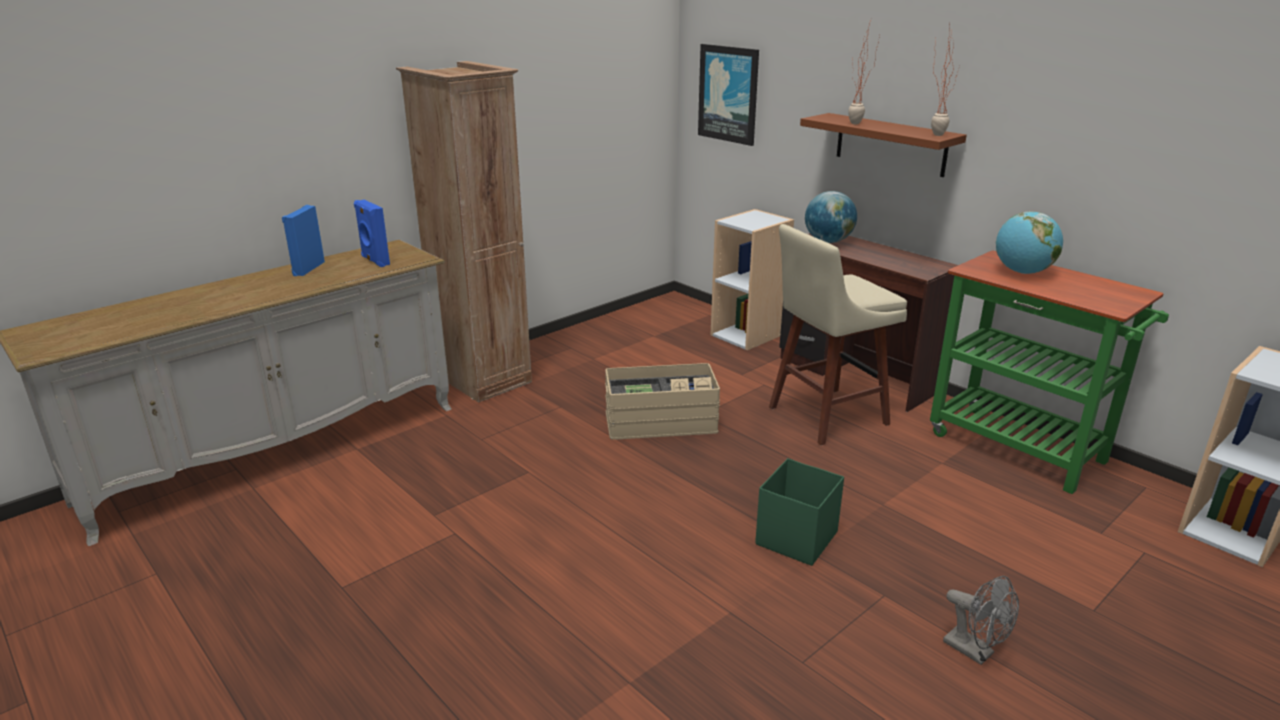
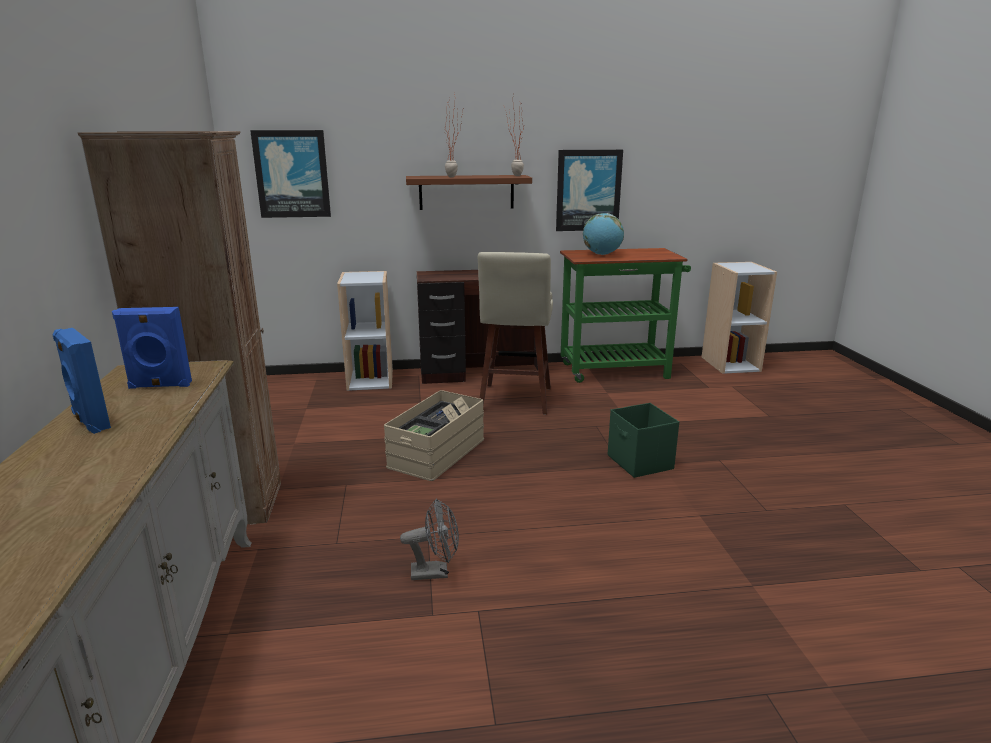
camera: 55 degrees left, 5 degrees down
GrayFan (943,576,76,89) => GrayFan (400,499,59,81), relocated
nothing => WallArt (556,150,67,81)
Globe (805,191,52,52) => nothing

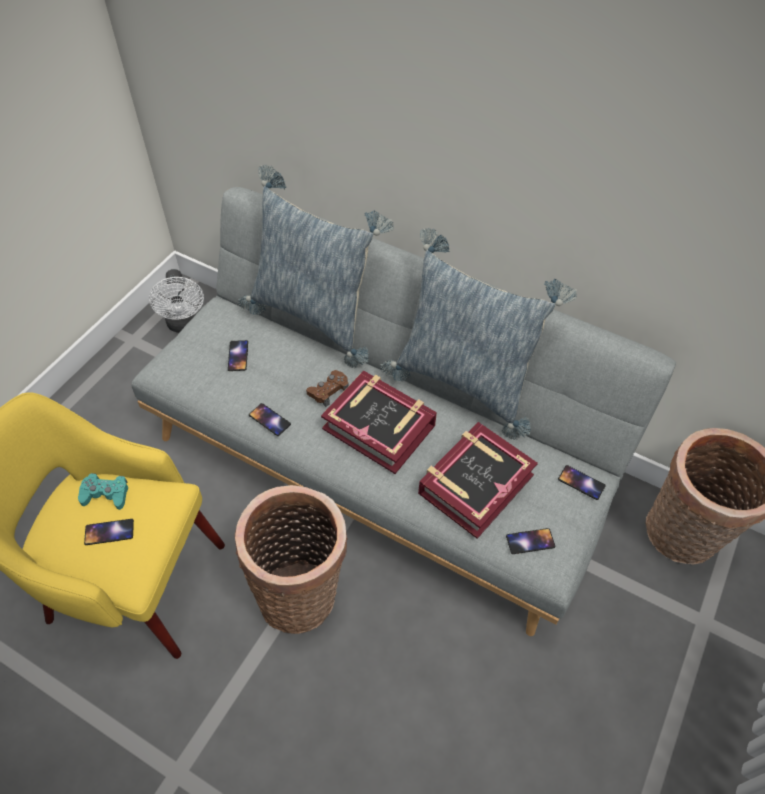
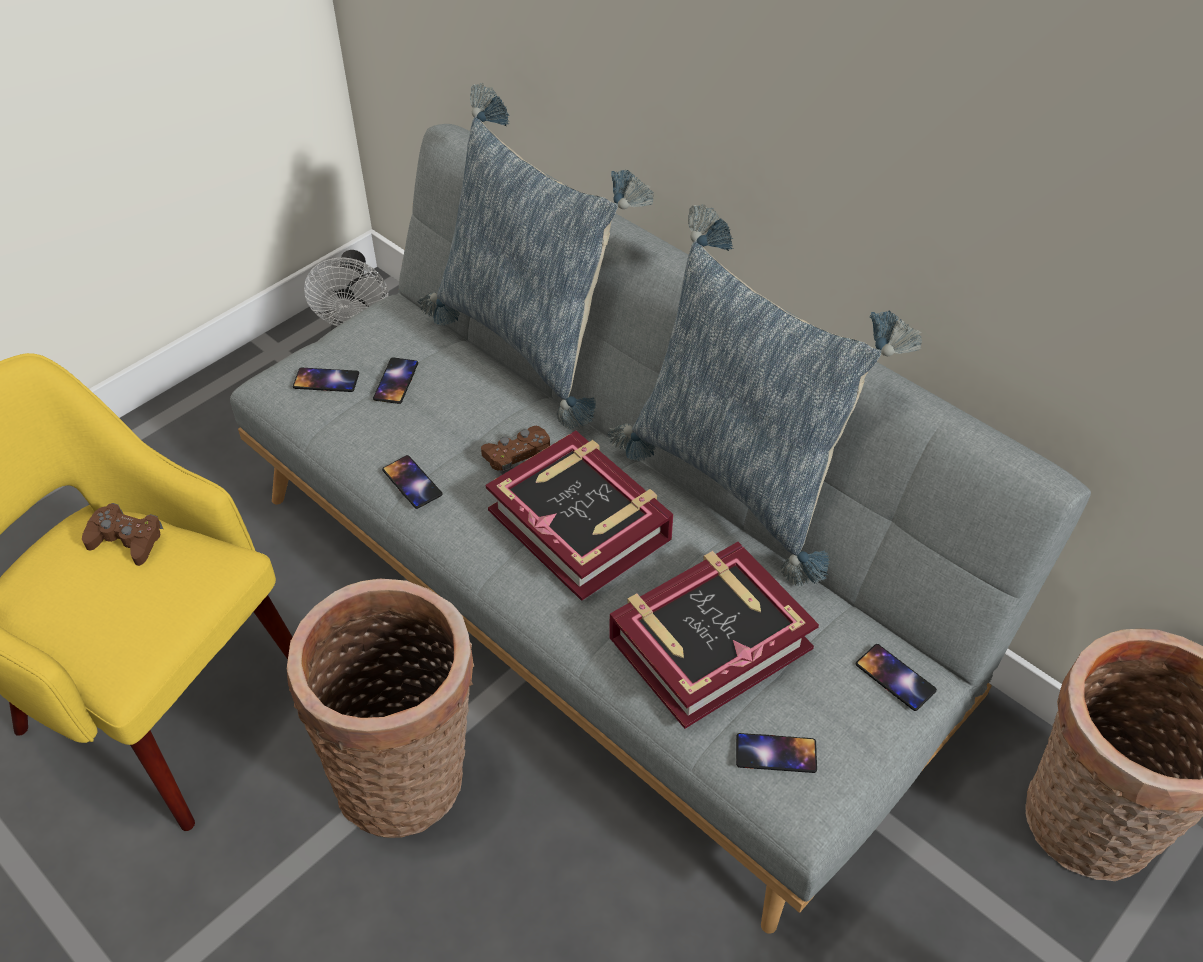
camera: 15 degrees right, 5 degrees down
TurquoiseGamepad (78,473,50,37) => BrownishGamepad (82,503,81,63)
Handset (84,519,50,26) => Handset (293,368,66,24), relocated

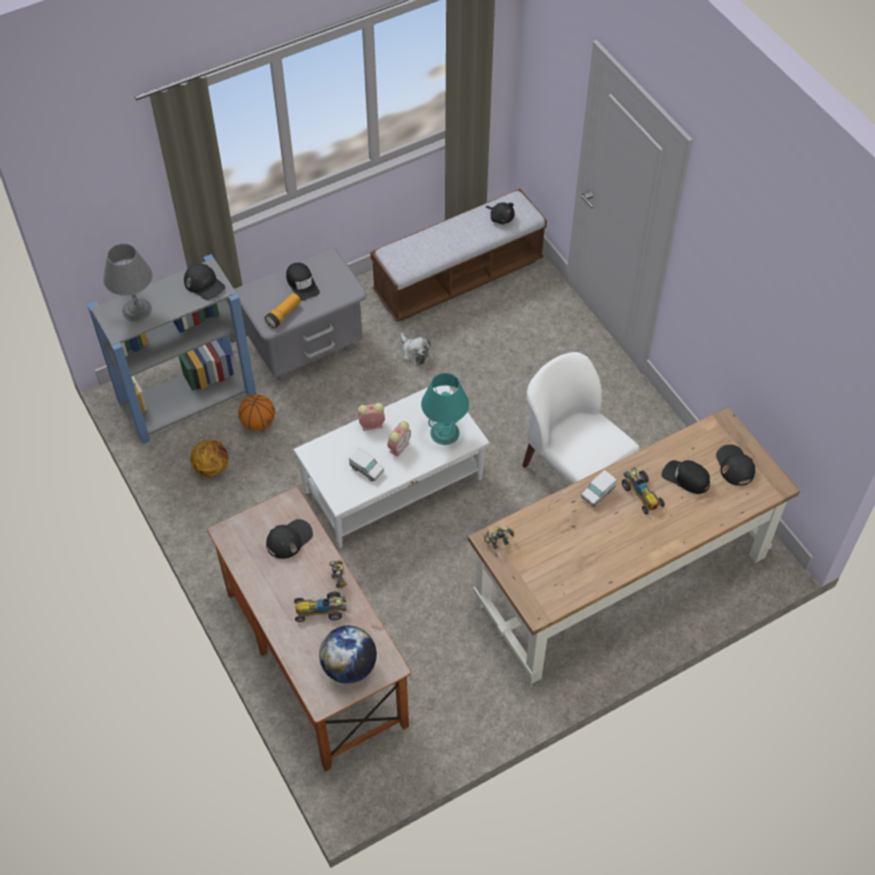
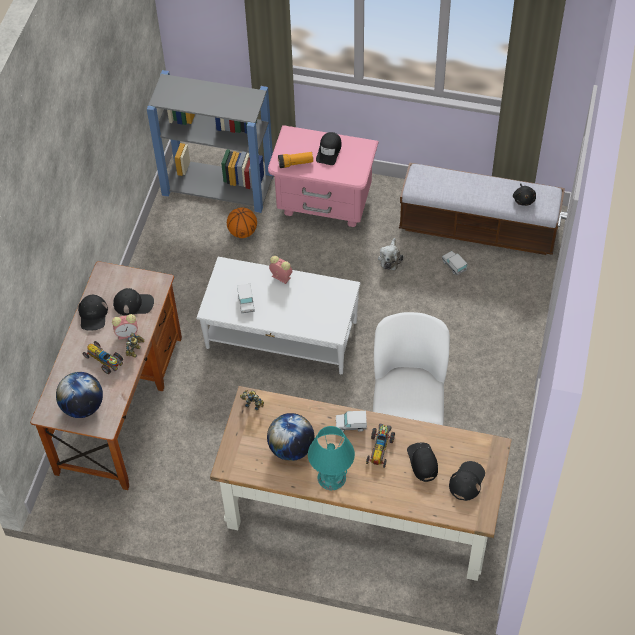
camera: 45 degrees right, 0 degrees up
BlackCap (184,263,41,37) => BlackCap (78,295,30,36), relocated
TableClock (387,421,24,36) => TableClock (112,314,26,26), relocated
nothing => Globe (267,413,47,48)
GrayNightTable (234,247,133,134) => PinkNightTable (268,125,110,102)
TurquoiseLampForATable (421,373,48,72) => TurquoiseLampForATable (308,426,47,64), relocated
nothing => ModelTruck (442,251,25,24)
GrayLampForATable (103,243,50,79) => nothing
BasketballBall (190,440,39,37) => nothing

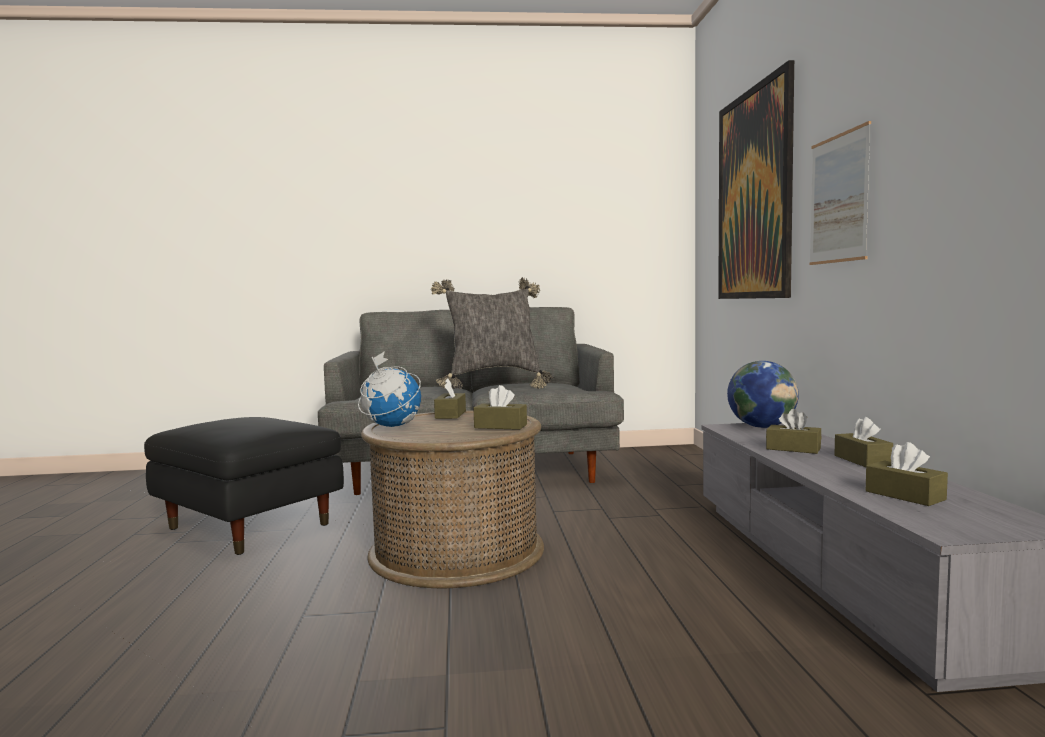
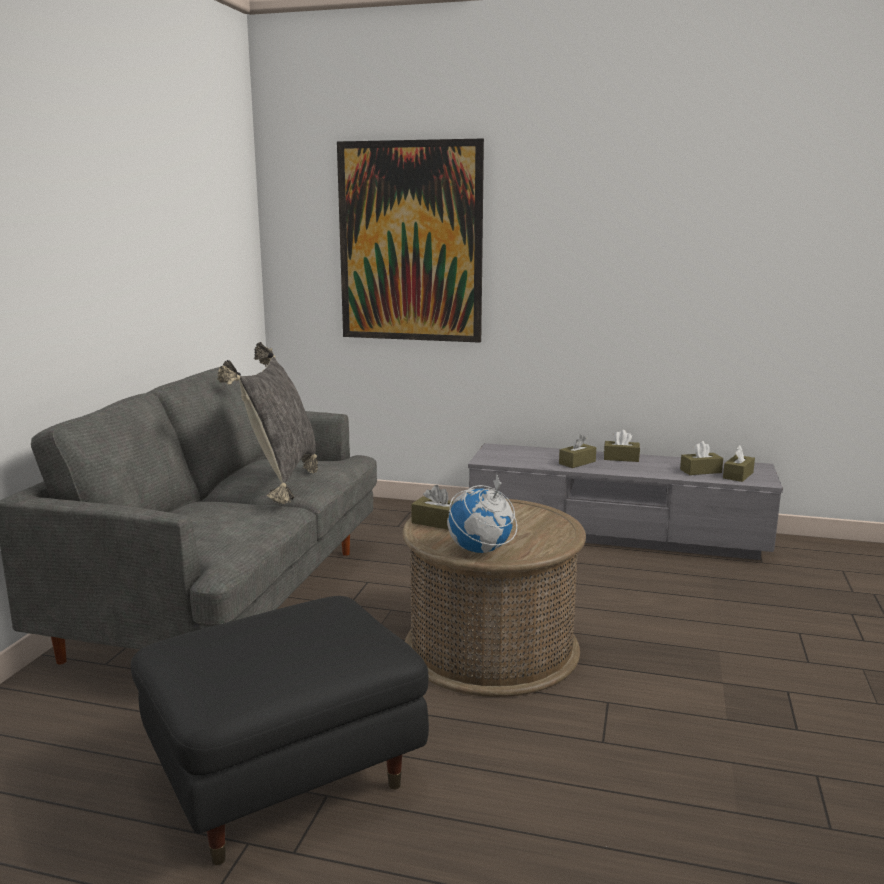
camera: 70 degrees left, 10 degrees up
BrownishTissueBox (474,385,53,45) => BrownishTissueBox (723,445,32,37), relocated
Globe (727,361,72,67) => nothing
WallArt (809,121,62,144) => nothing

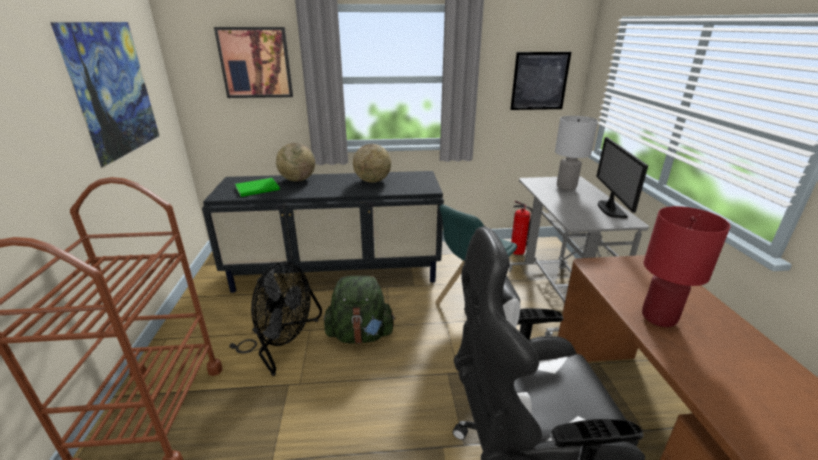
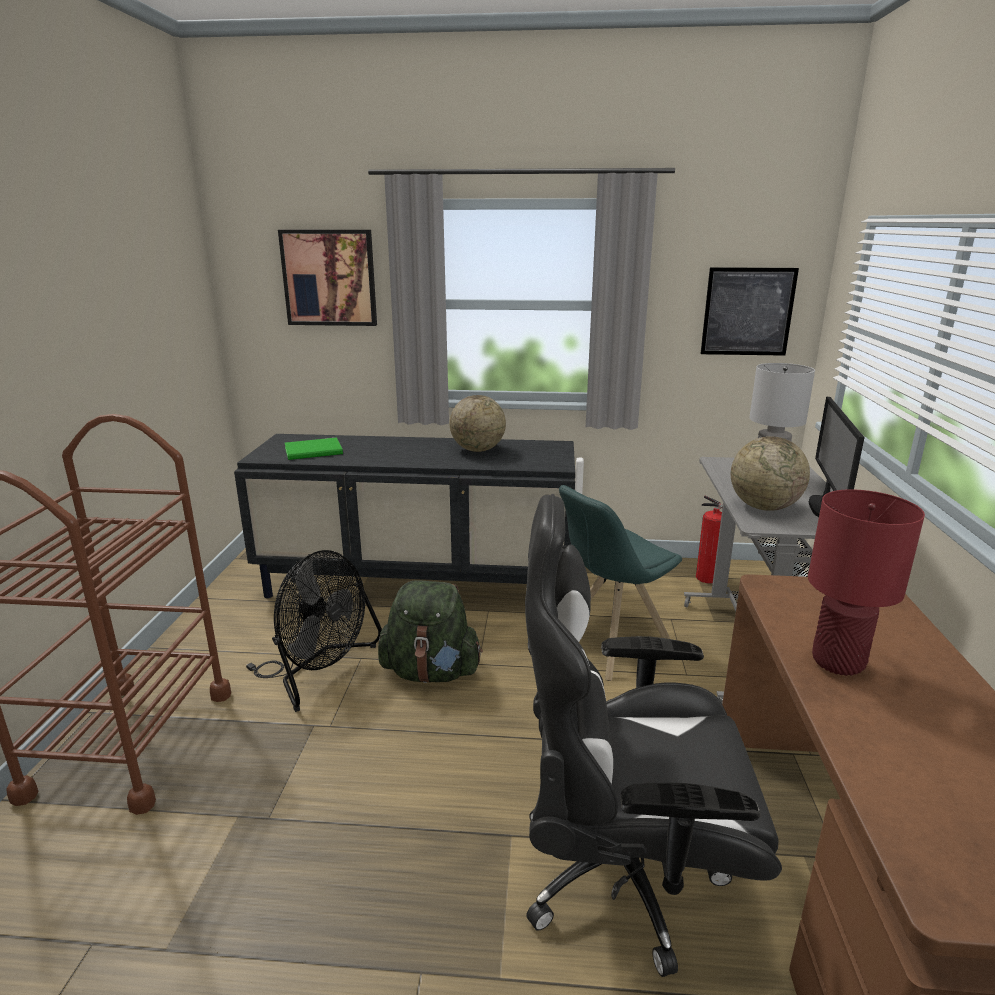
camera: 10 degrees right, 5 degrees down
Globe (276,143,39,38) => Globe (731,437,79,74), relocated
WallArt (50,22,109,146) => nothing

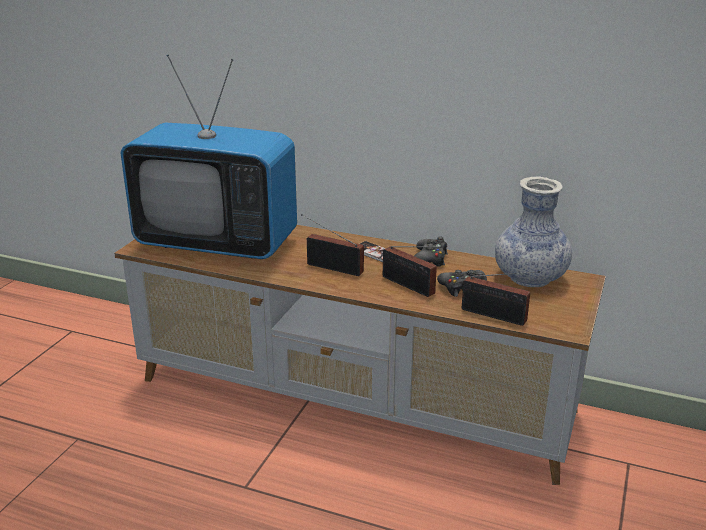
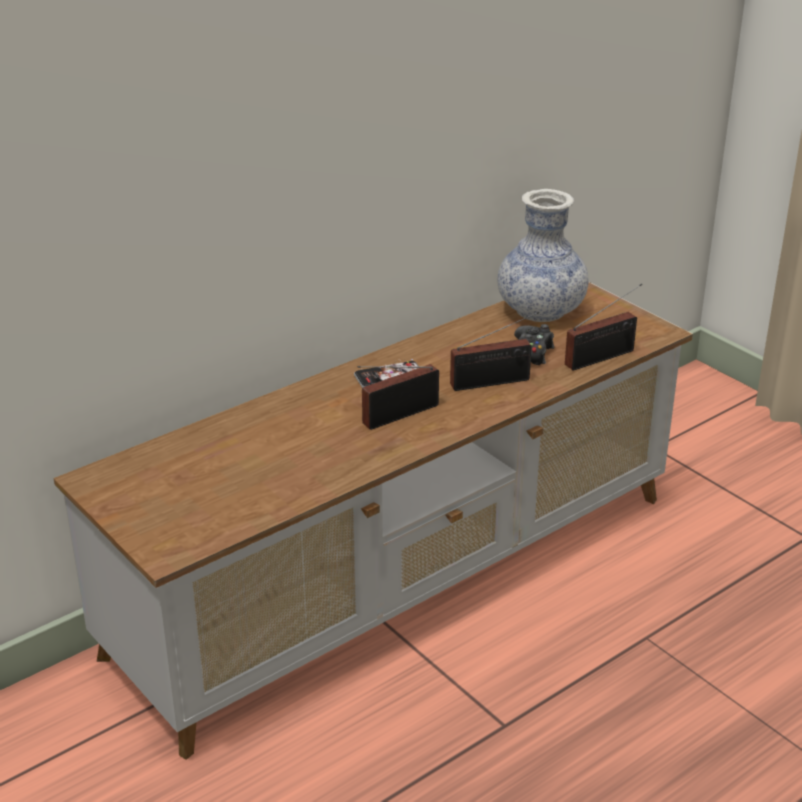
camera: 60 degrees left, 5 degrees up
Tv (121,55,176,204) => nothing
BlackGamepad (414,237,34,30) => nothing

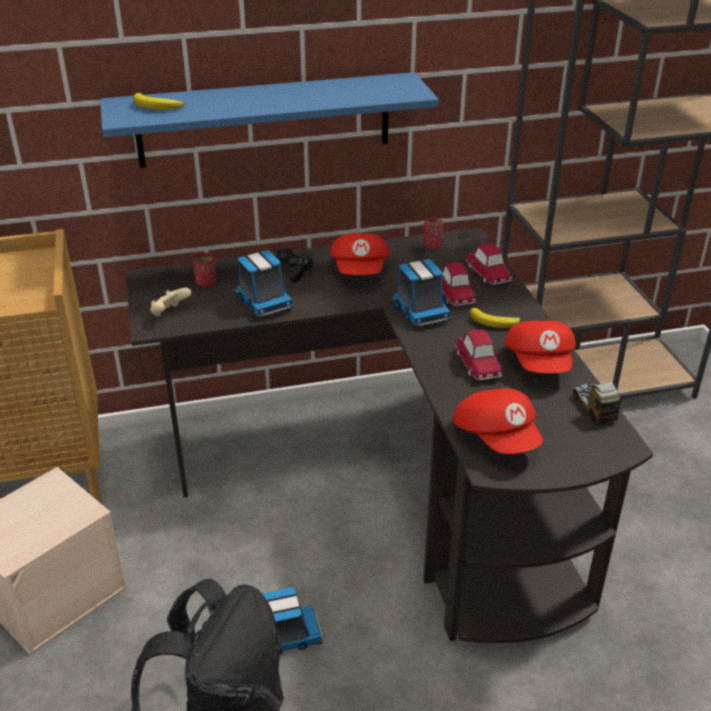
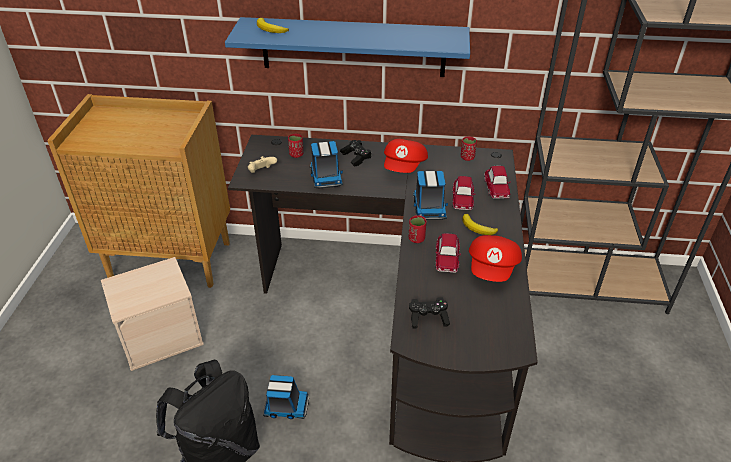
camera: 20 degrees right, 5 degrees up
nothing => RedCup (409,215,18,28)
RedCap (453,388,90,66) => BlackGamepad (409,297,41,32)
ModelTruck (573,381,49,44) => nothing

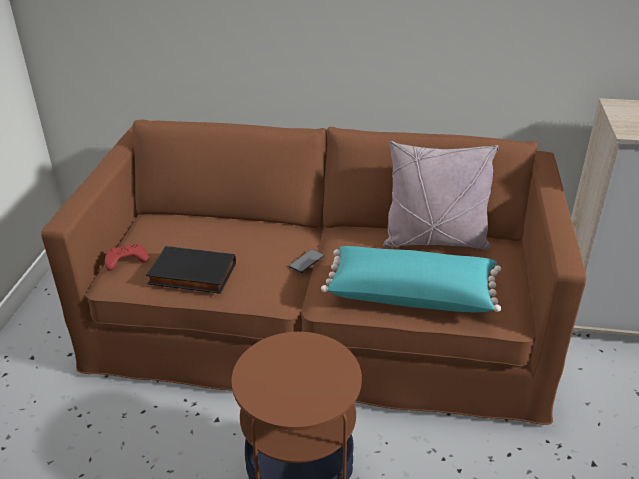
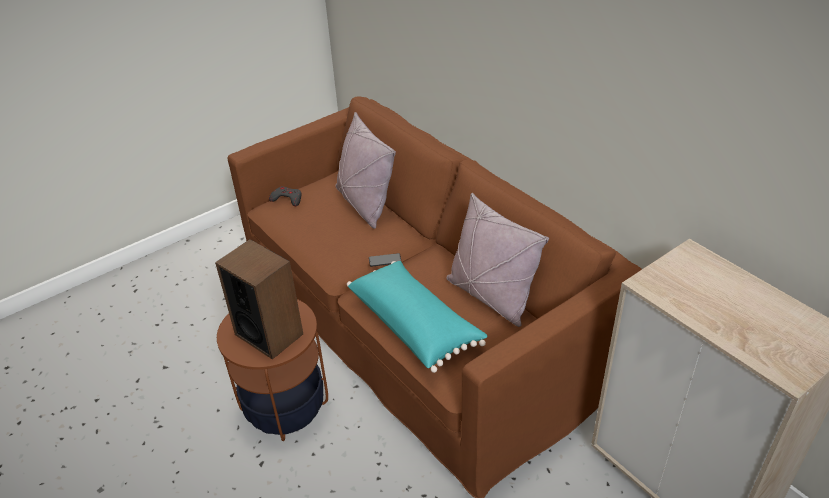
camera: 45 degrees right, 5 degrees up
nothing => Speaker (215,239,88,120)
RedGamepad (105,244,44,26) => GrayGamepad (269,186,33,20)
nothing => PurpleThrowPillow (336,112,60,117)
BlackVolume (146,246,90,48) => nothing

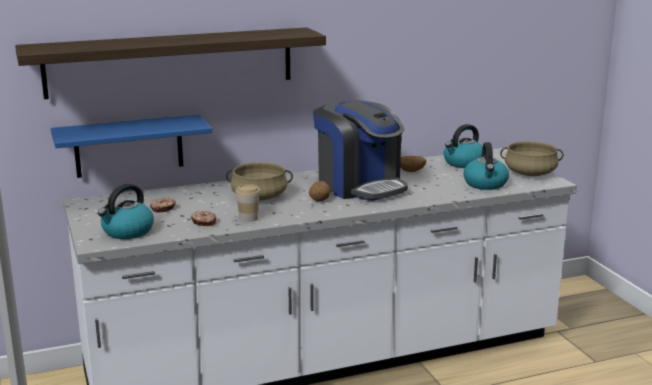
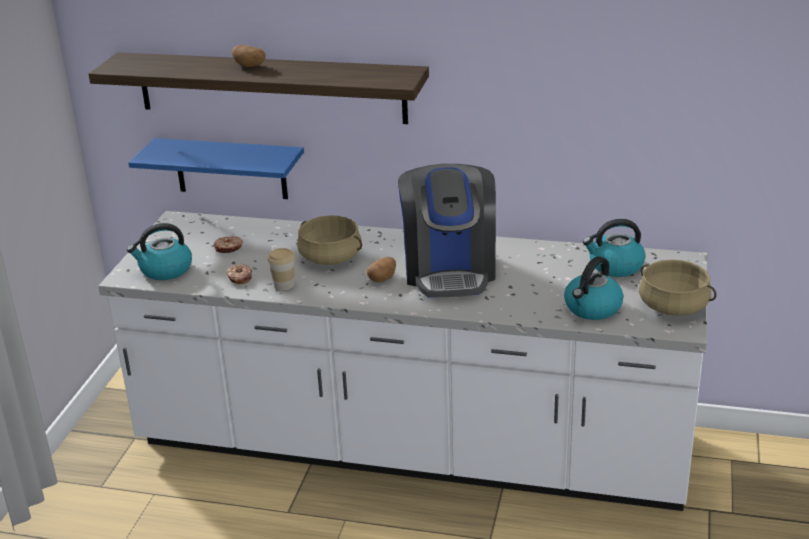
camera: 35 degrees right, 10 degrees up
Potato (400,156,26,16) => Potato (232,45,34,22), relocated

